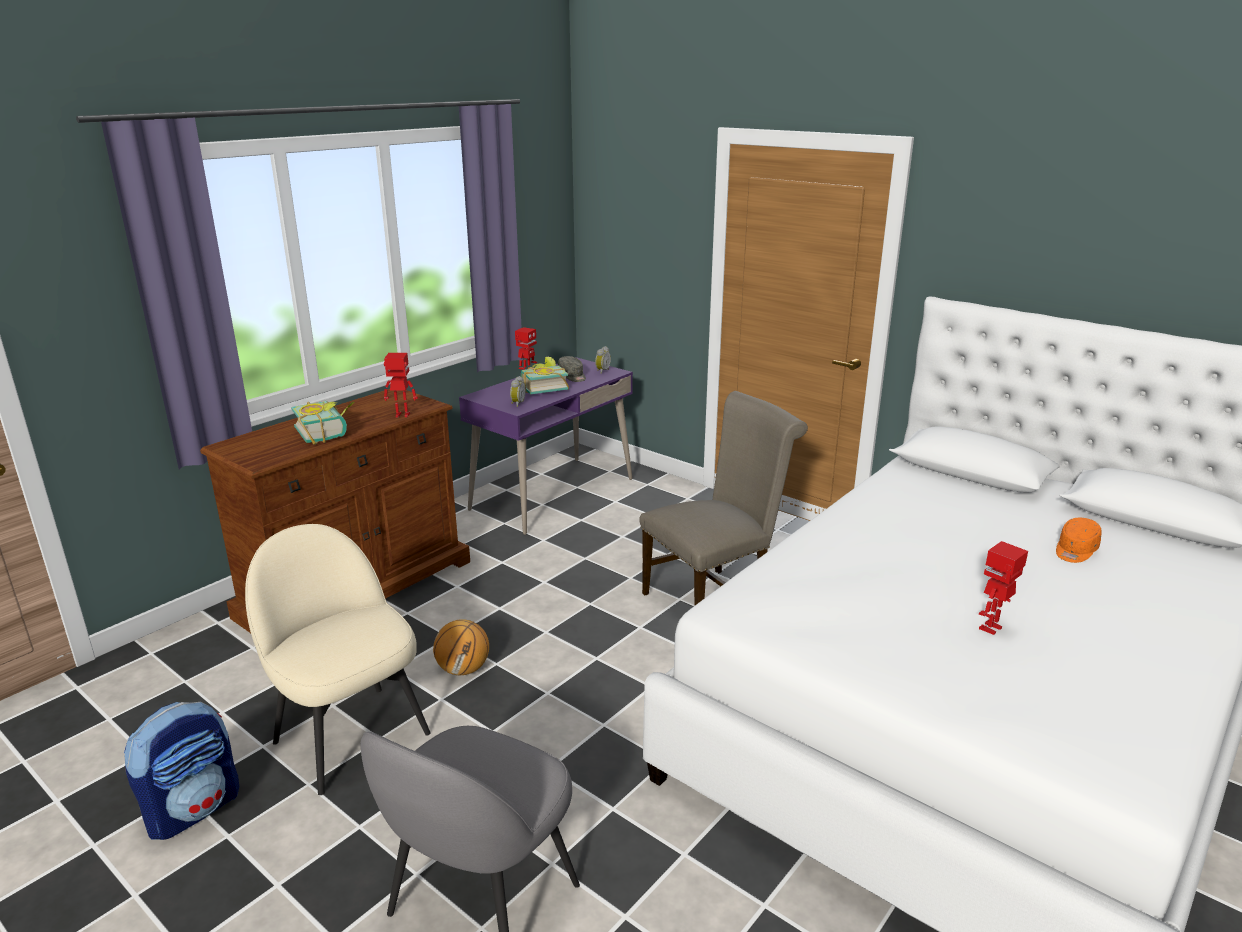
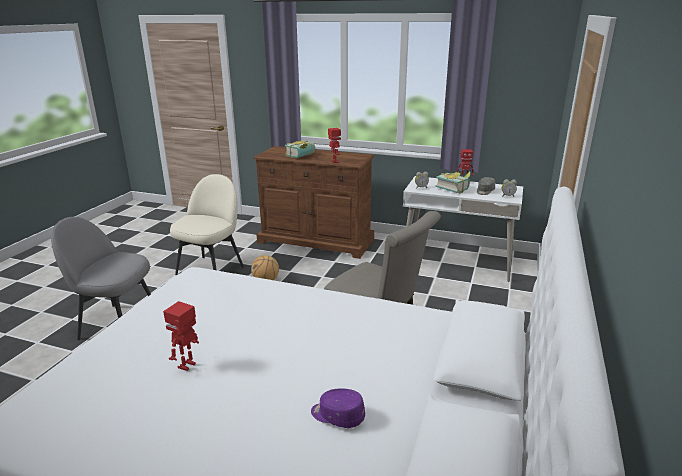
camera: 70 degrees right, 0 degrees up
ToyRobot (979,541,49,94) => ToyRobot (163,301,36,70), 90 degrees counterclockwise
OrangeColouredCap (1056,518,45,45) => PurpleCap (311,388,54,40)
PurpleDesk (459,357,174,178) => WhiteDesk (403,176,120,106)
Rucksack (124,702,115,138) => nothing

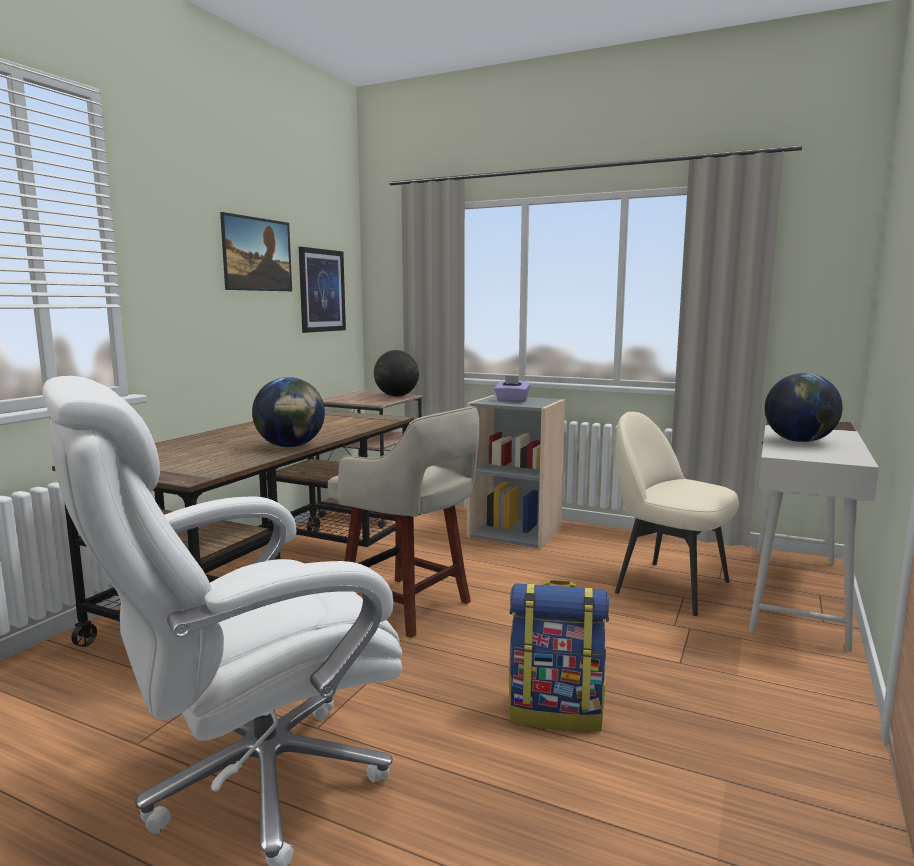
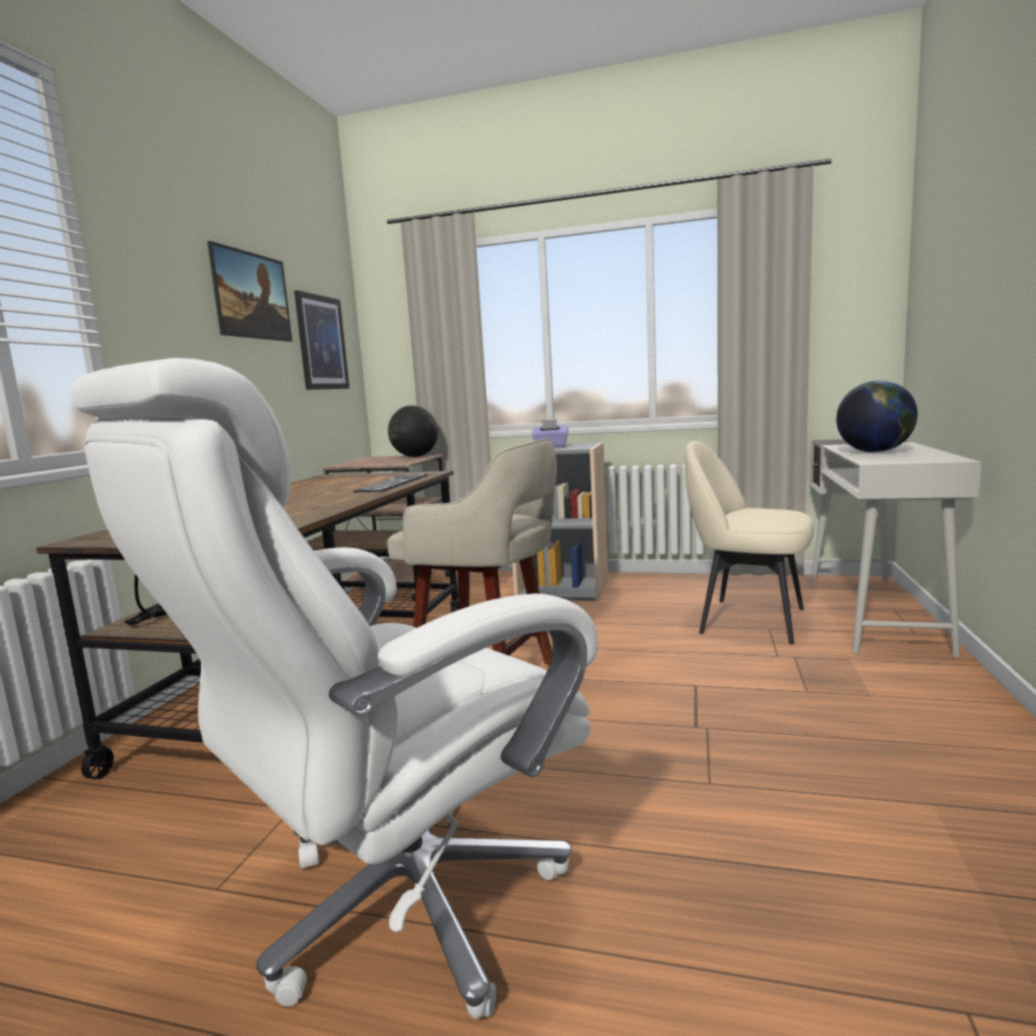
camera: 10 degrees left, 0 degrees up
nothing => Keyboard (353,474,75,18)
Globe (252,377,73,70) => nothing
Rucksack (509,580,100,152) => nothing

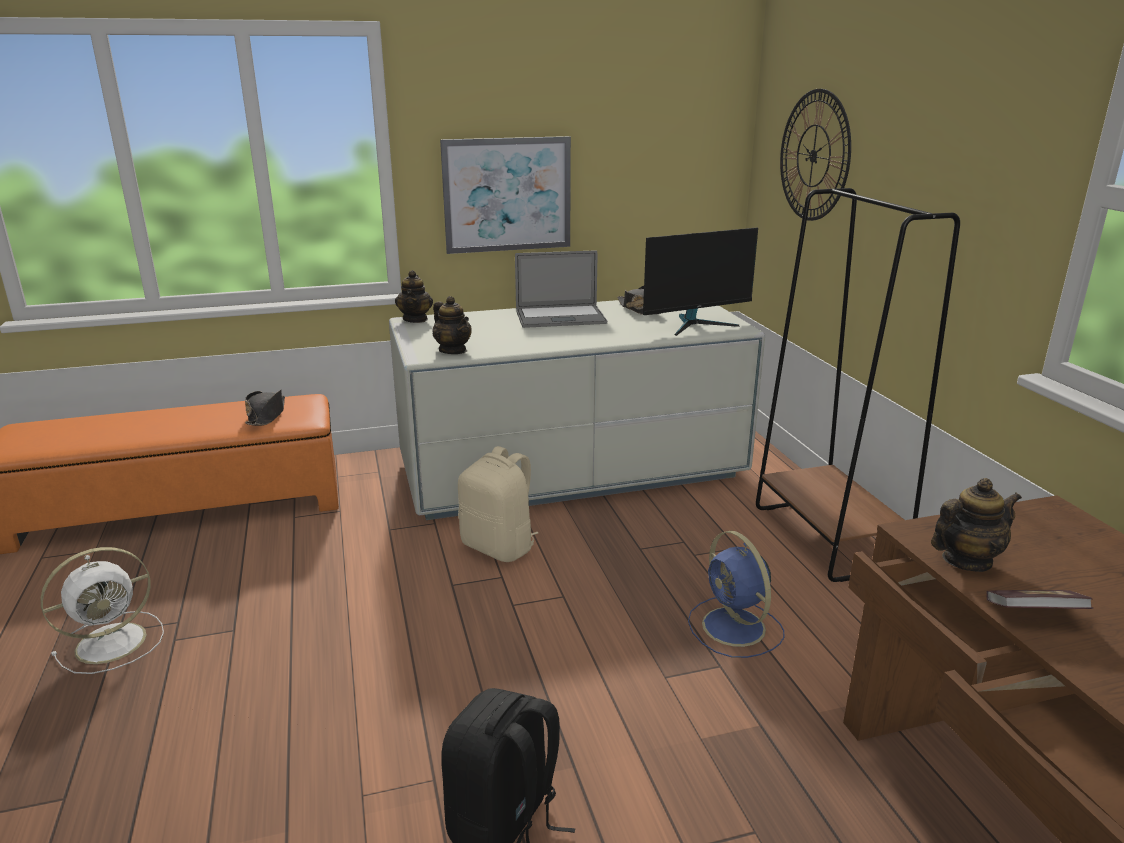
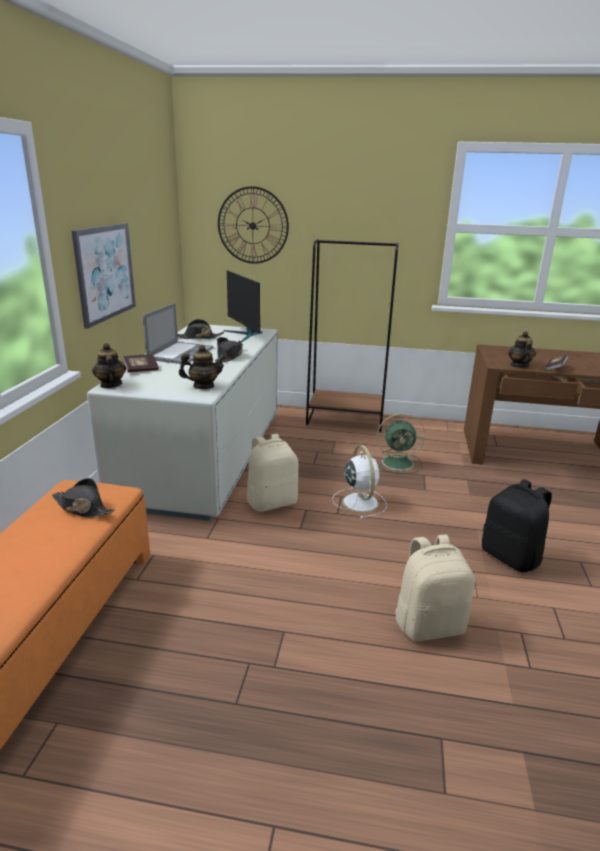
camera: 65 degrees left, 0 degrees up
Teapot (395,270,38,53) => Teapot (92,343,34,45), 135 degrees counterclockwise
nothing => Volume (122,354,37,19)
nothing => BlackClothingHat (215,337,28,25)
ComputerScreen (643,228,115,108) => ComputerScreen (223,271,39,71), 150 degrees clockwise
WhiteFan (40,547,124,127) => WhiteFan (332,445,55,74), relocated
BlueColouredFan (688,531,97,127) => GreenFan (373,413,52,61)
nothing => BeigeColouredRucksack (395,534,80,107)

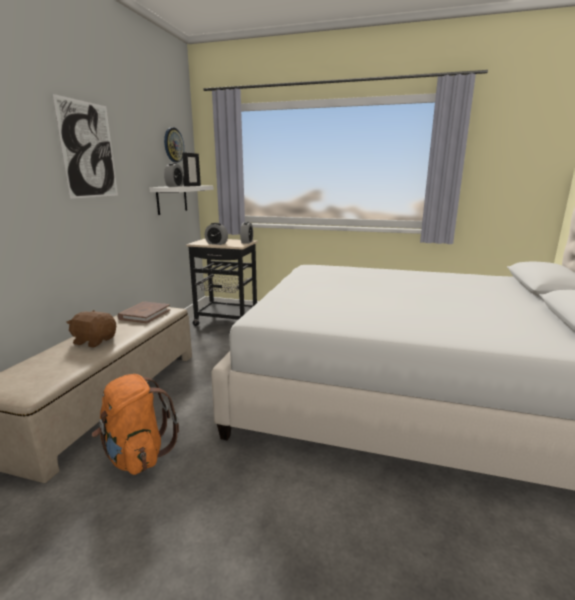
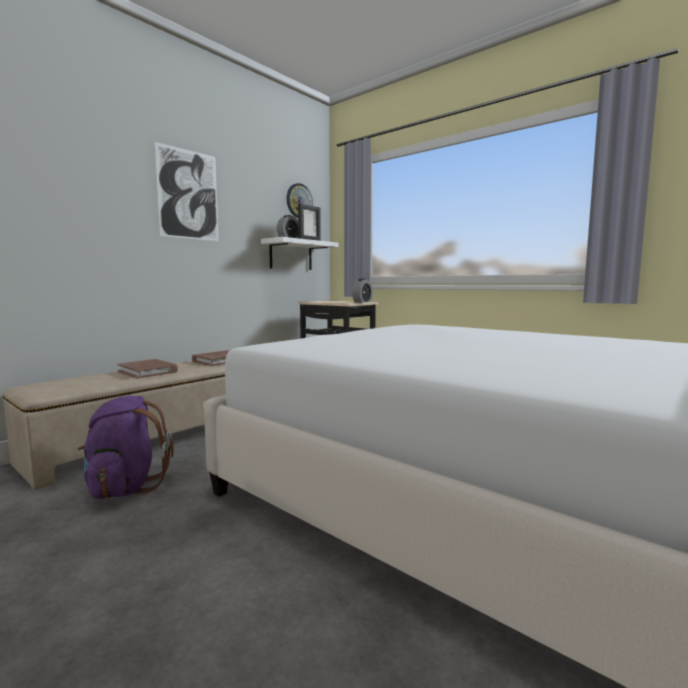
camera: 25 degrees right, 10 degrees down
OrangeColouredRucksack (92,374,87,101) => PurpleRucksack (78,396,96,103)
BrownishCuddlyToy (66,310,50,38) => BrownishVolume (117,359,61,20)
TableClock (205,223,23,22) => nothing

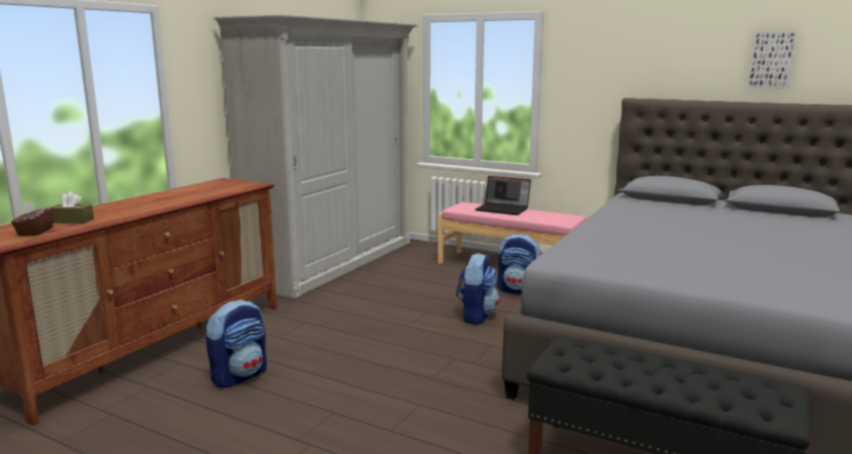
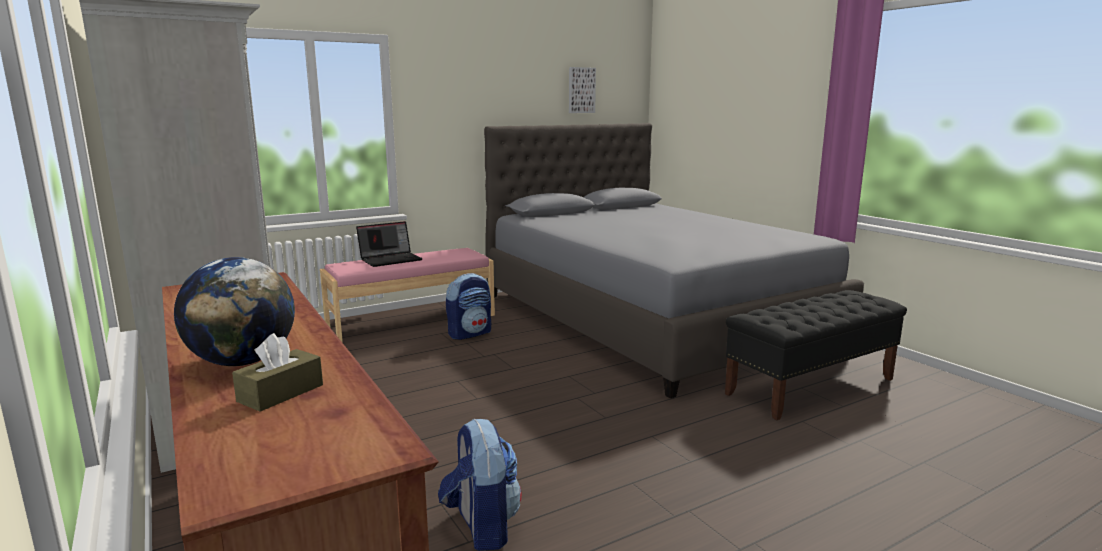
camera: 60 degrees left, 0 degrees up
nothing => Globe (174,257,121,109)
BrownishTissueBox (11,201,43,35) => nothing
Rucksack (456,253,44,72) => nothing

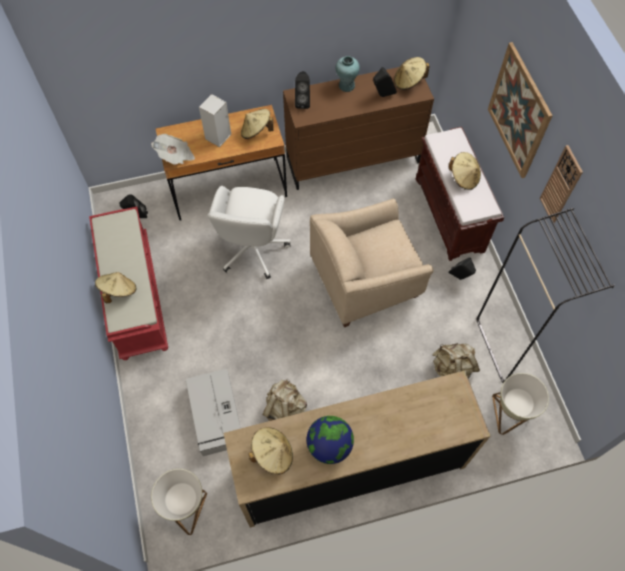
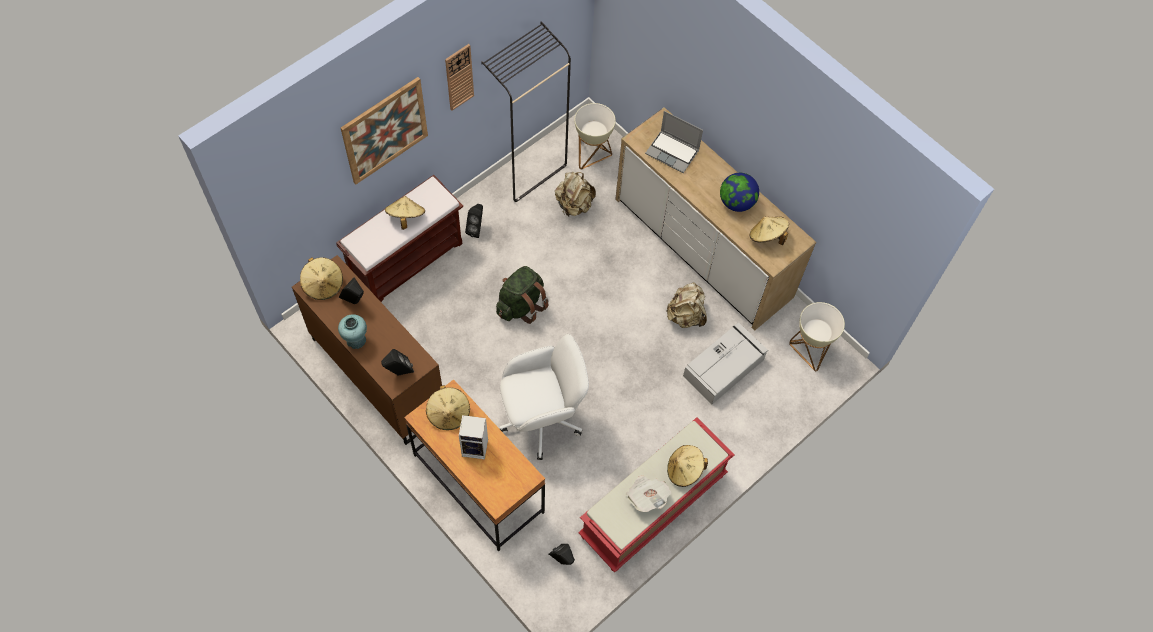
camera: 120 degrees left, 0 degrees up
BeigeColouredEasyChair (310,198,124,129) => GreenRucksack (496,266,53,58)
Newspaper (151,134,44,31) => Newspaper (626,475,45,37), relocated
nothing => NotebookComputer (645,111,58,62)

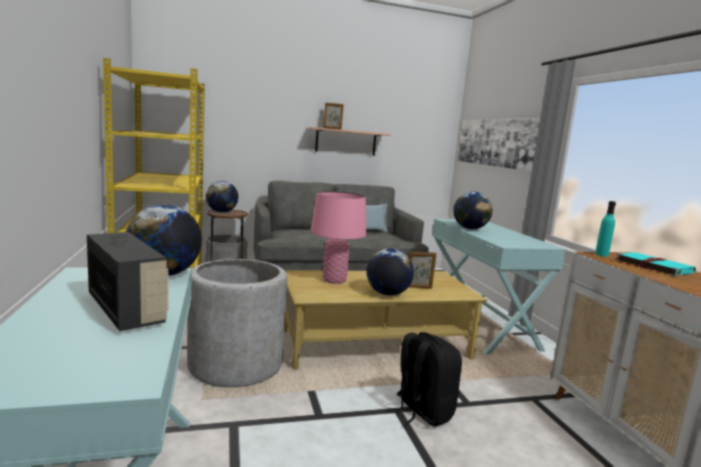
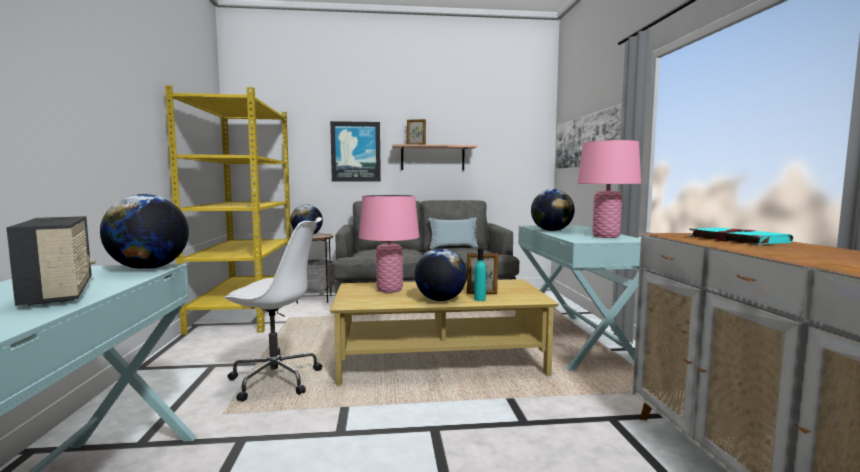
camera: 10 degrees right, 5 degrees down
GrayPlanter (187,259,100,128) => WhiteComputerChair (223,217,99,185)
nothing => WallArt (330,121,51,60)
TurquoiseBottle (595,201,21,56) => TurquoiseBottle (474,248,12,53), relocated
nothing => PinkLampForATable (577,140,64,98)
BlackRucksack (387,332,75,95) => nothing

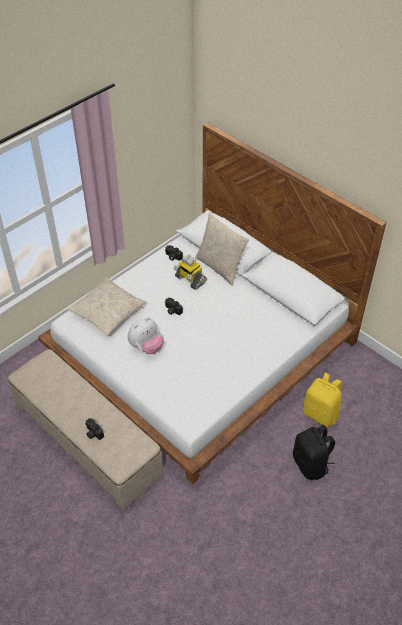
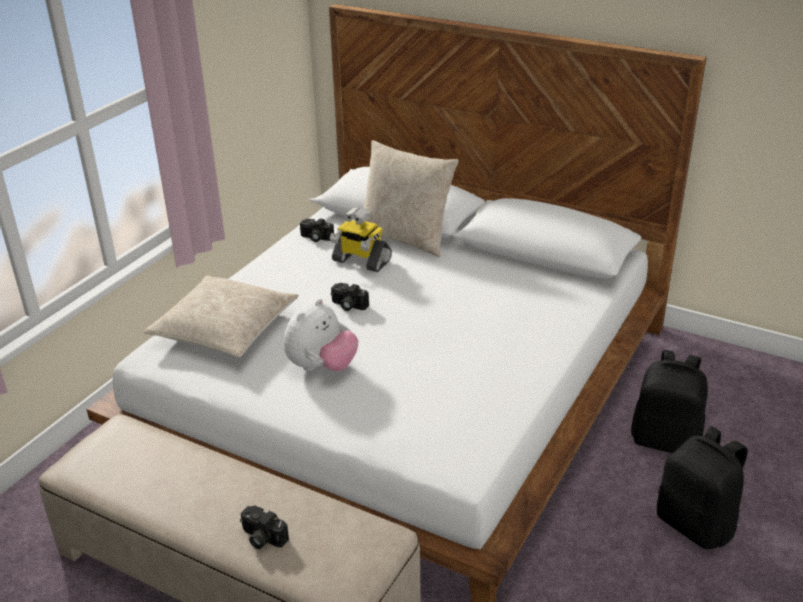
camera: 15 degrees left, 15 degrees down
YellowishRucksack (303,372,40,55) => BlackRucksack (631,350,77,103)

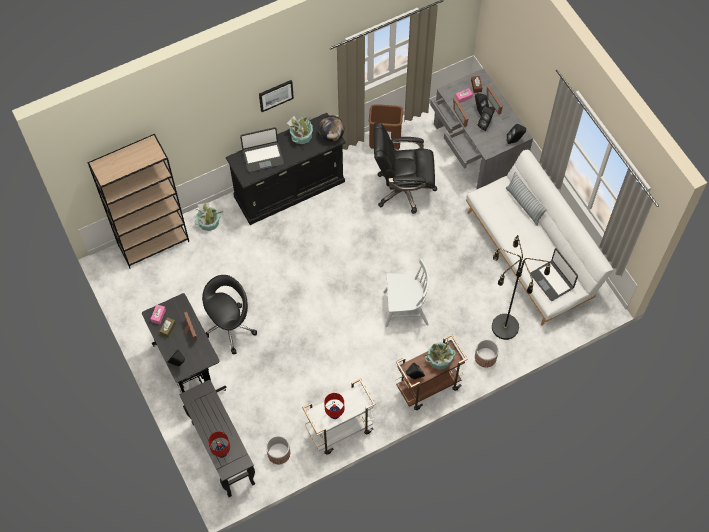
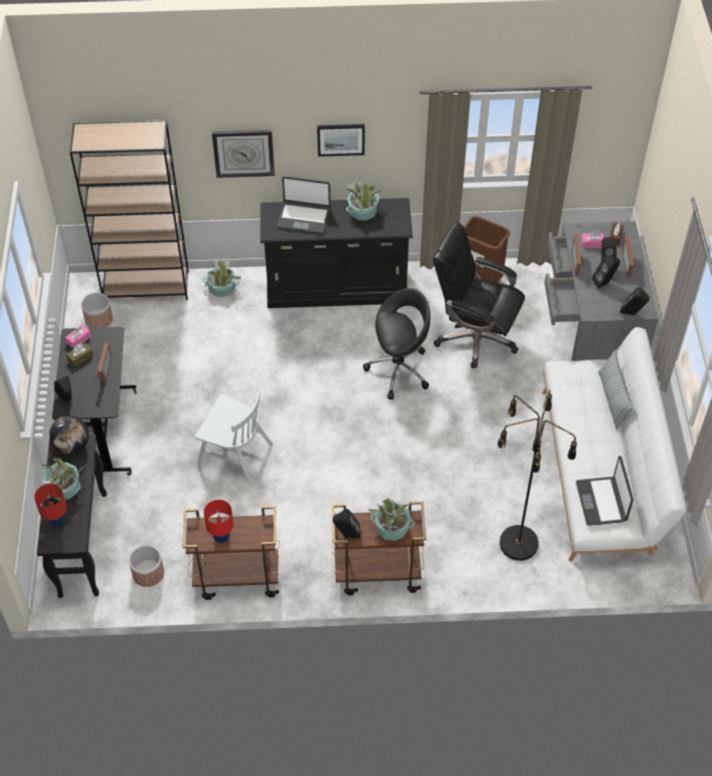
camera: 25 degrees right, 10 degrees down
nothing => PottedPlant (40,458,44,42)
Globe (318,115,26,27) => Globe (49,415,40,39), relocated
Planter (475,339,24,29) => Planter (81,293,32,35), relocated
WhiteTrolley (302,379,73,76) => BrownishTrolley (183,506,97,94)
WhitePlainChair (383,259,46,68) => WhitePlainChair (195,383,78,101), relocated
nothing => HangingClock (212,130,63,48)
BlackComputerChair (202,275,55,79) => BlackComputerChair (363,288,67,112), relocated

